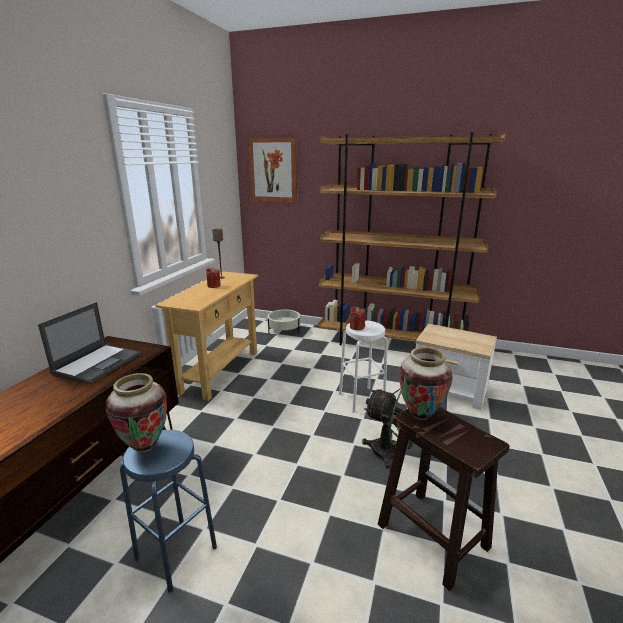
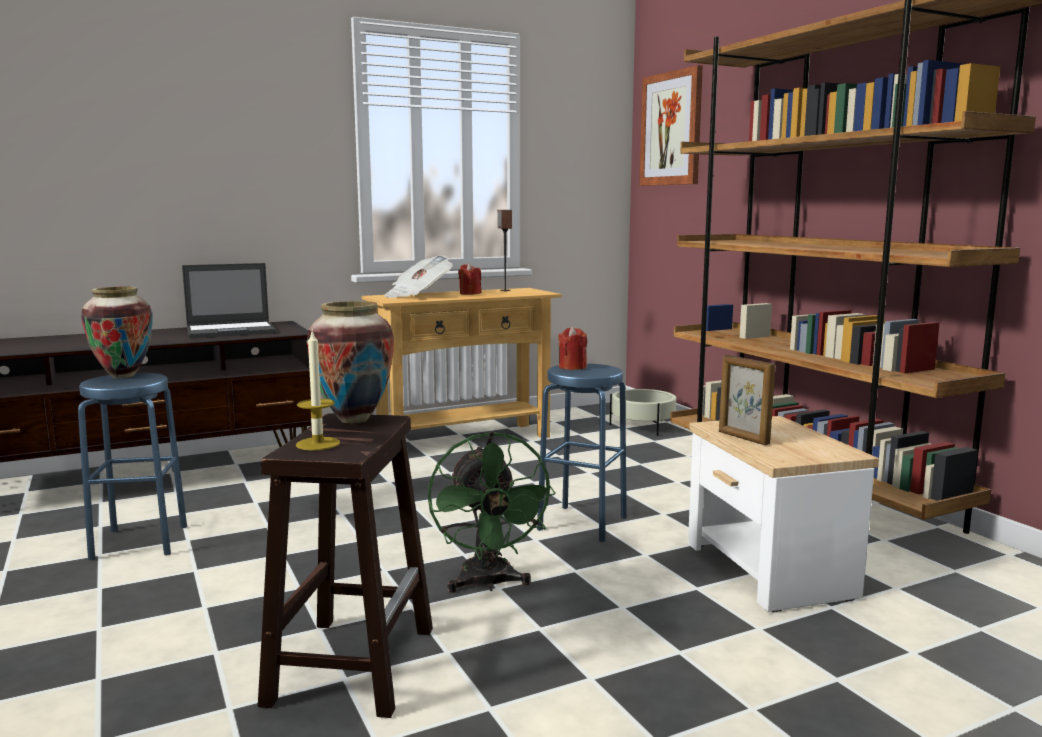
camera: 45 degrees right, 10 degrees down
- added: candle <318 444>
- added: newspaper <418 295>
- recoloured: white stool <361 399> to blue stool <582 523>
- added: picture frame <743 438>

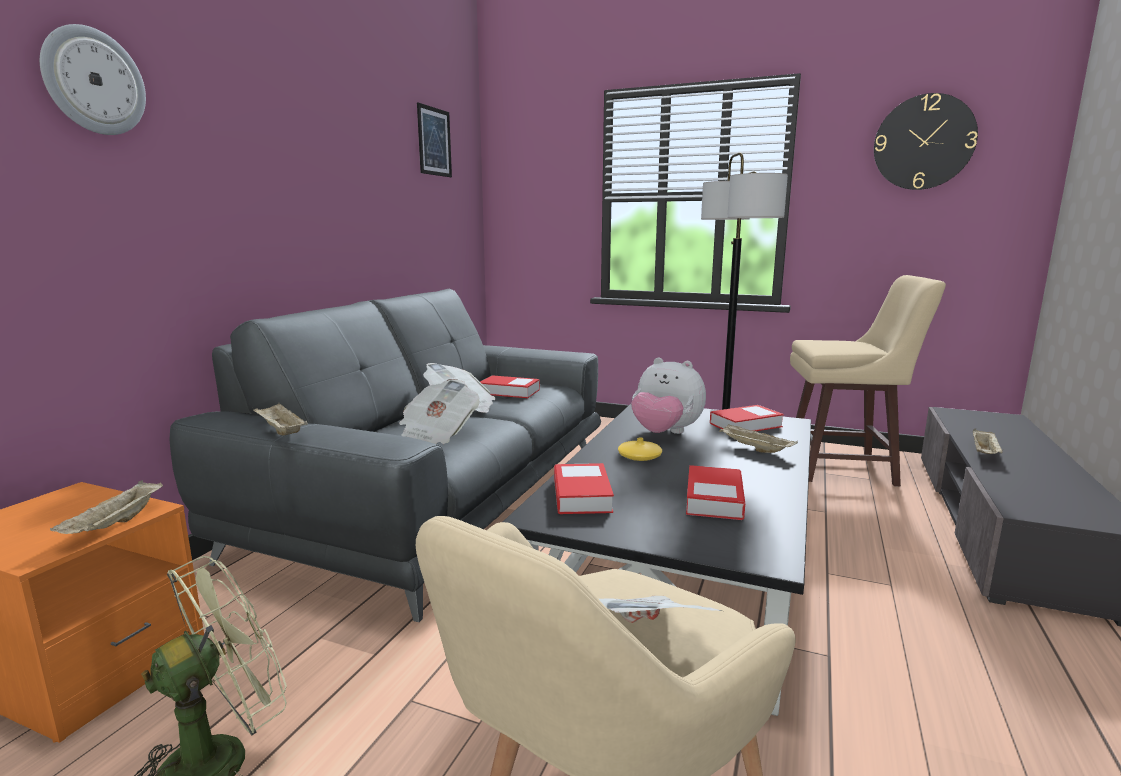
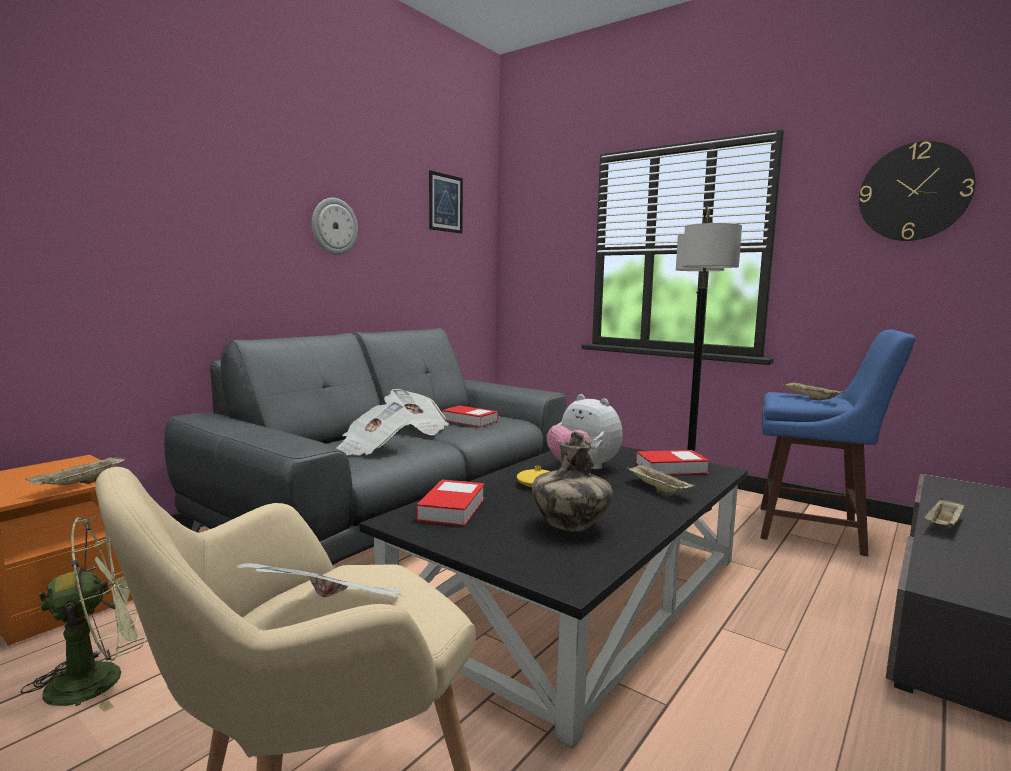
camera: 15 degrees right, 5 degrees down
- moved: wall clock <94 81> to <334 226>
- replaced: book <714 499> to vase <570 527>
- recoloured: beige stool <844 468> to blue stool <813 531>
- moved: beige tray <280 431> to <809 398>

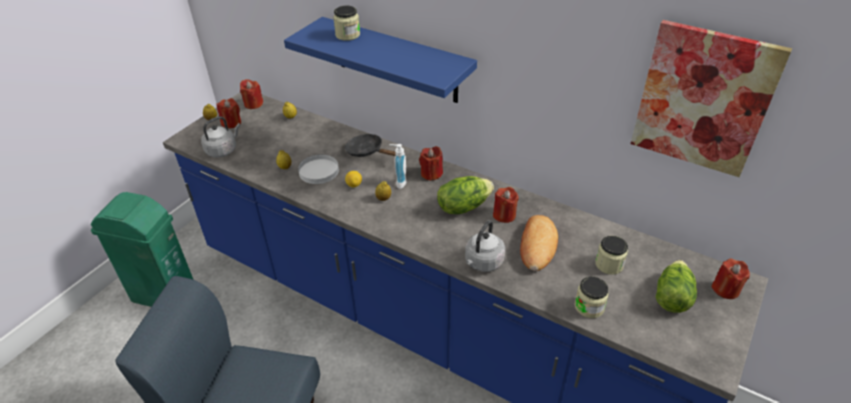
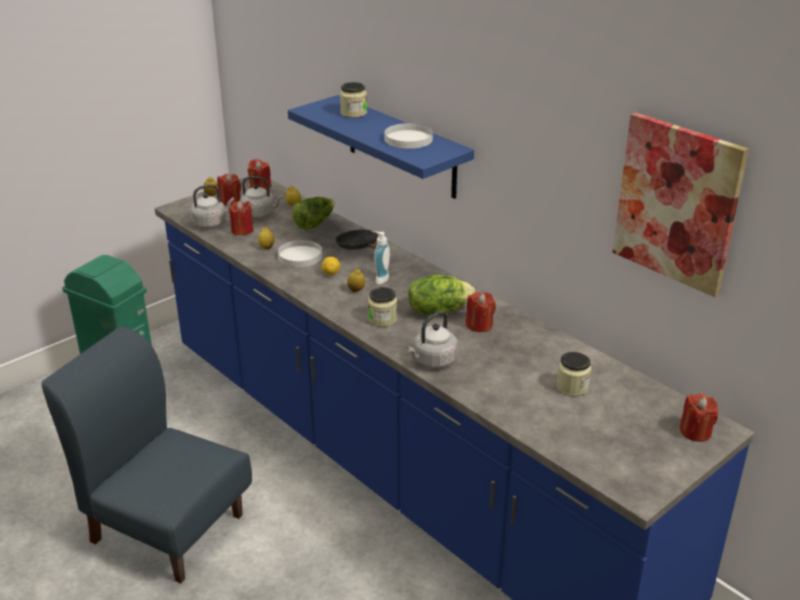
camera: 15 degrees right, 10 degrees down
- moved: red candle <431 174> to <242 230>
- added: grey kettle <260 214>
- moved: lettuce <672 296> to <314 223>
- moved: jar <589 307> to <382 319>
- added: white plate <408 139>
- removed: bread <537 246>

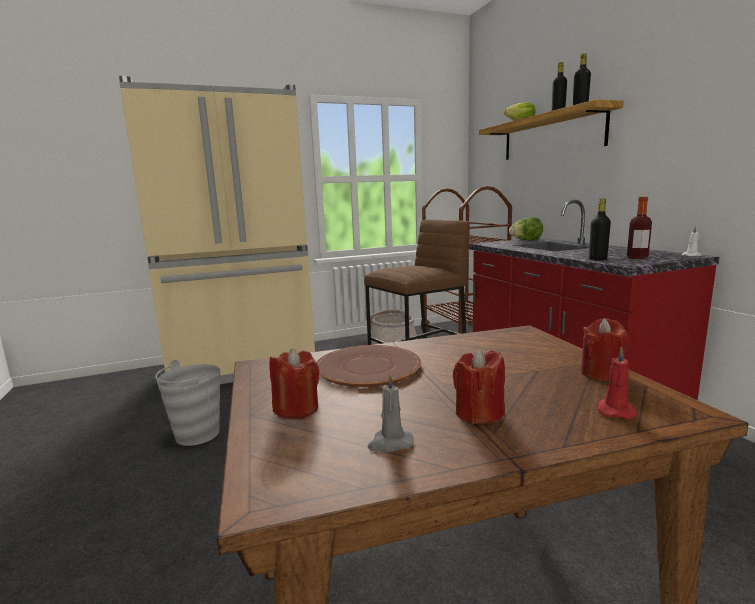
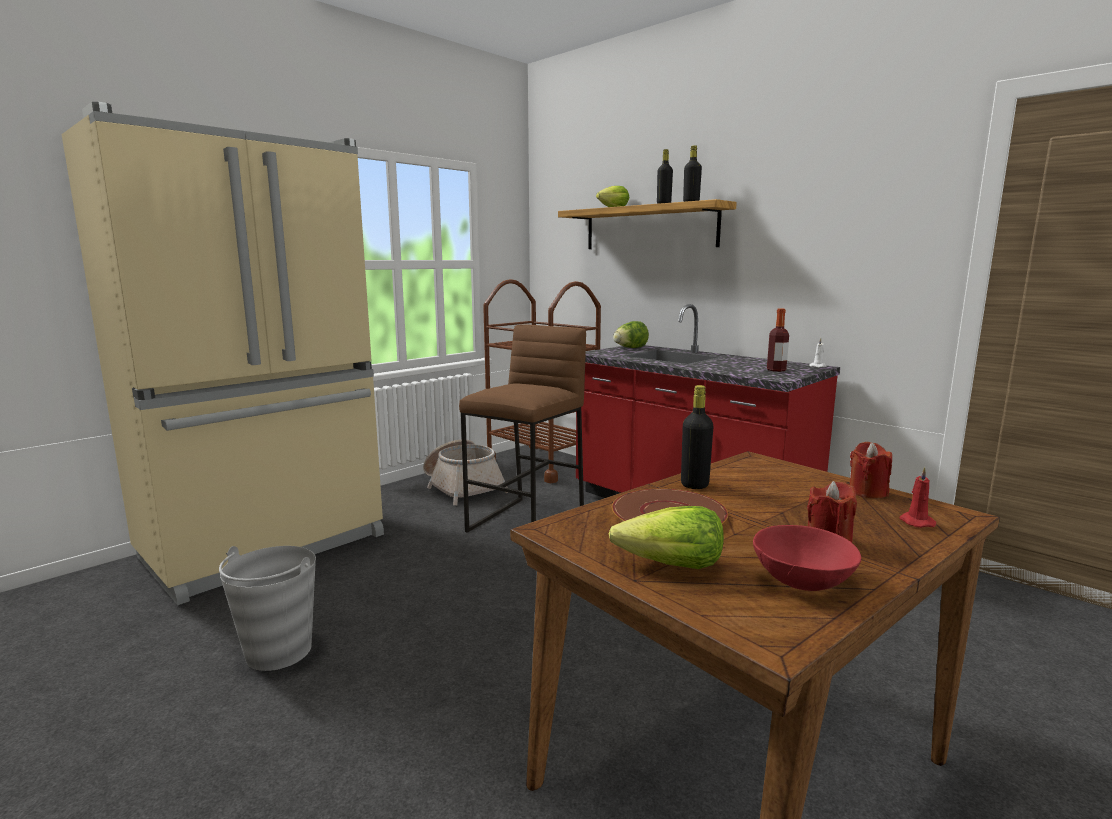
camera: 25 degrees left, 0 degrees up
- replaced: red candle <296 409> to lettuce <671 566>
- moved: black bottle <597 259> to <694 485>
- replaced: grey candle <390 443> to red bowl <800 579>

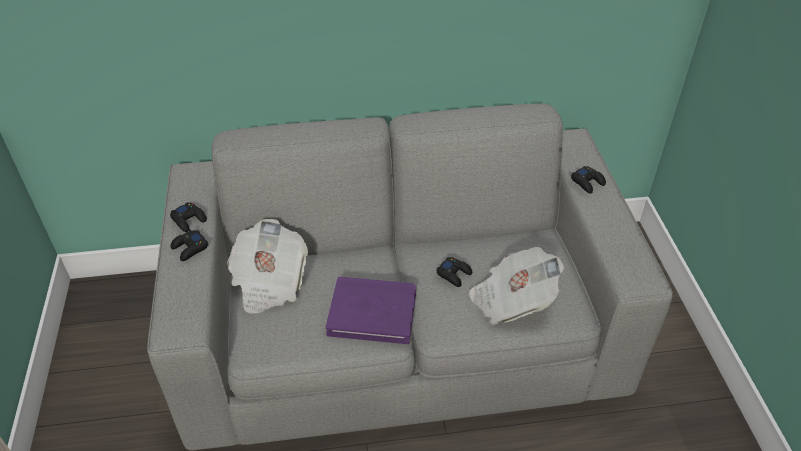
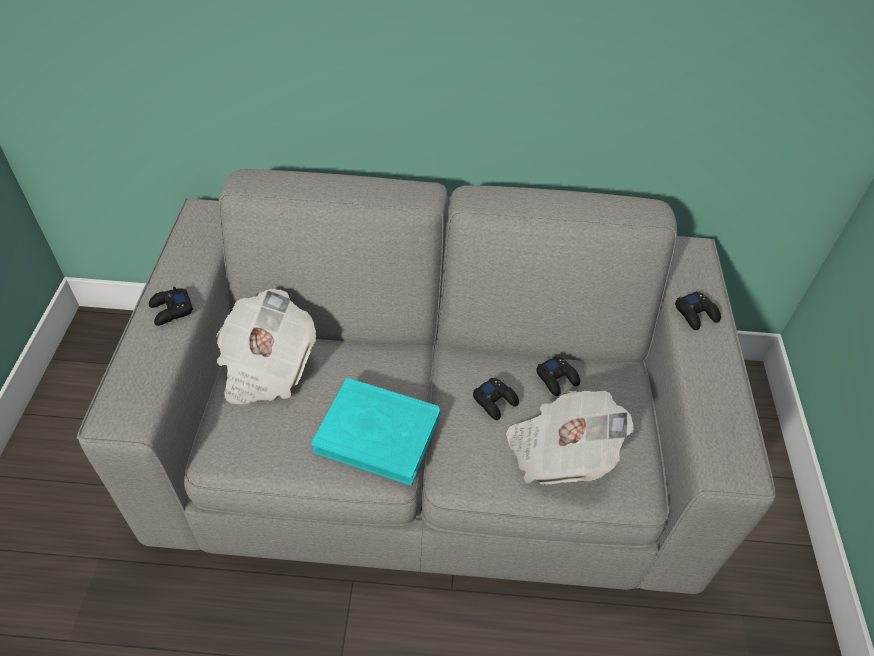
camera: 10 degrees right, 5 degrees up
- recoloured: purple book <372 312> to turquoise book <378 432>
- moved: black game controller <189 220> to <557 379>

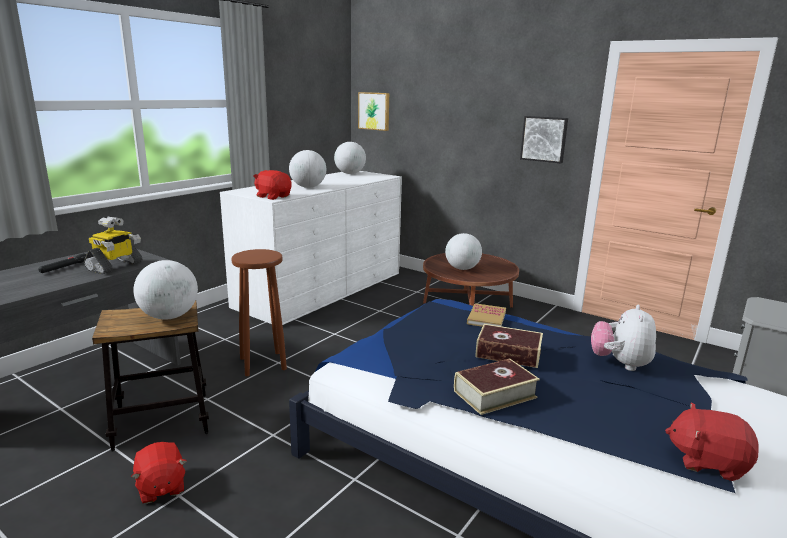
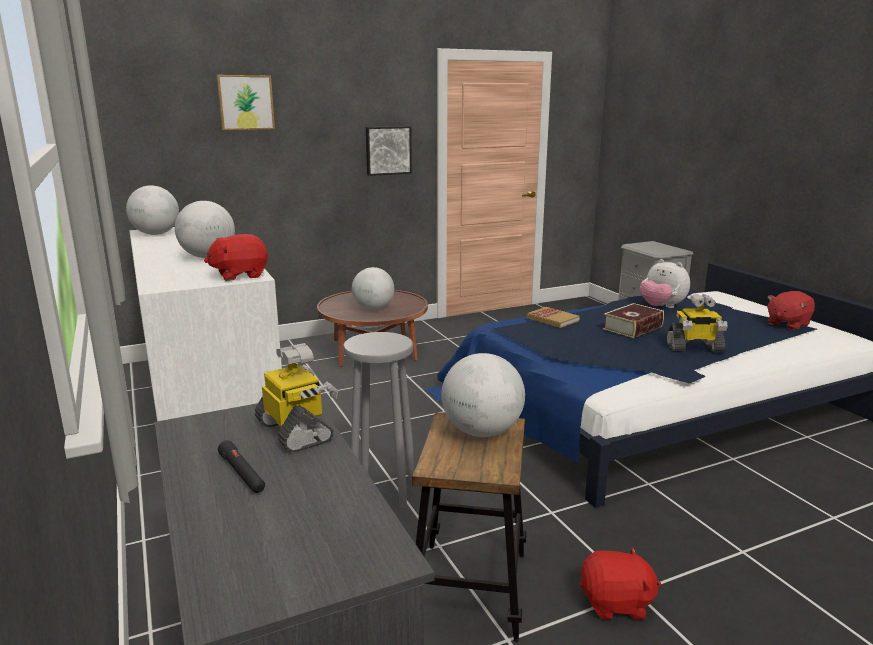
camera: 60 degrees left, 0 degrees up
- moved: picture <374 111> to <245 102>
- recoloured: brown stool <263 363> to grey stool <382 490>
- replaced: book <494 394> to toy robot <694 348>

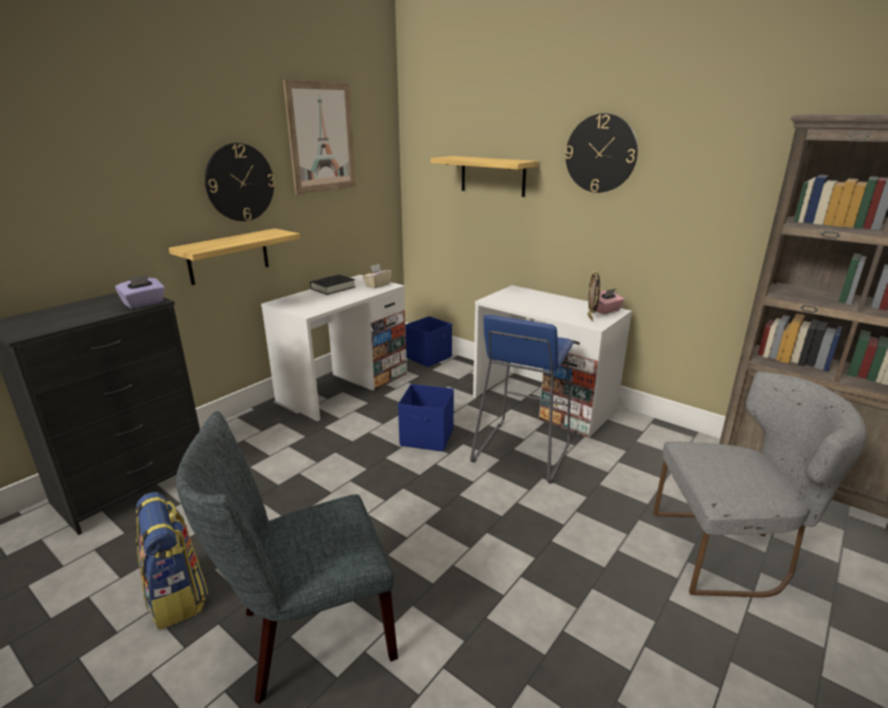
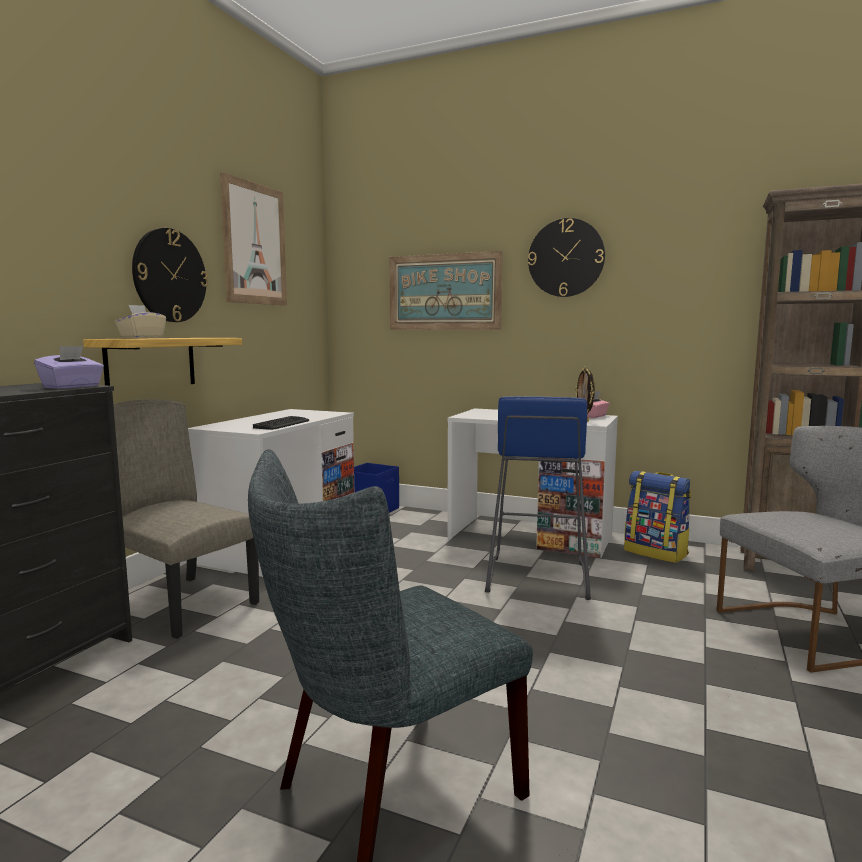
camera: 15 degrees left, 15 degrees down
- added: beige chair <186 605>
- moved: beige tissue box <377 285> to <141 338>
- added: keyboard <282 424>
- replaced: shelf <493 176> to picture <444 292>
- moved: backpack <177 596> to <656 553>
- removed: black book <333 288>
- removed: blue storage box <427 437>

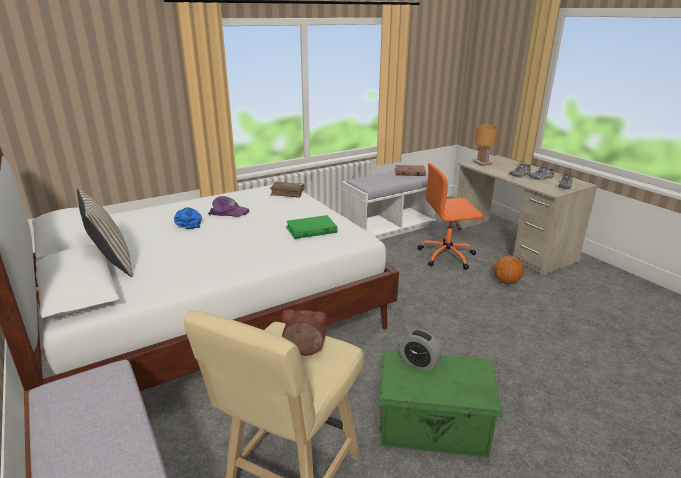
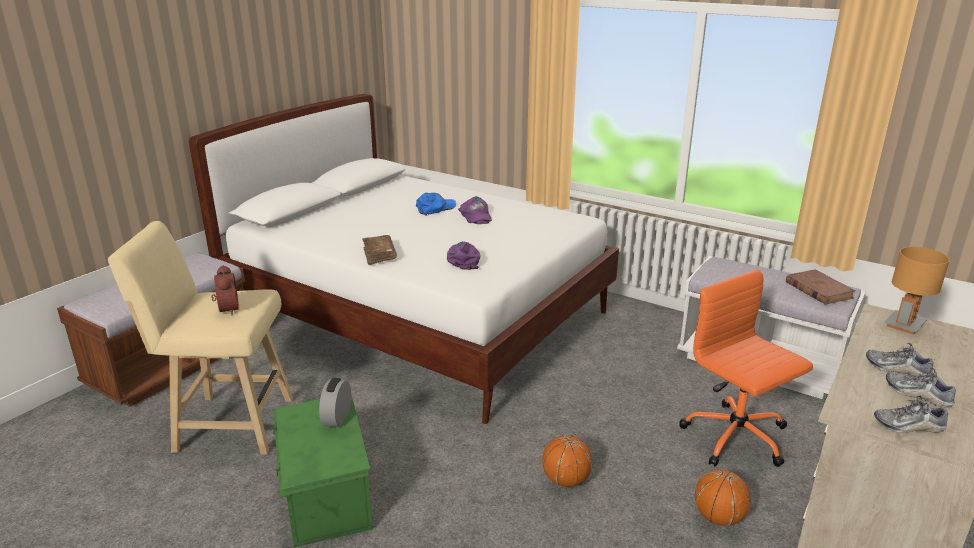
camera: 65 degrees right, 0 degrees up
- moved: brown book <287 193> to <379 255>
- replaced: green book <311 230> to purple cap <464 259>
- added: basketball <566 480>
- removed: beige pillow <112 263>

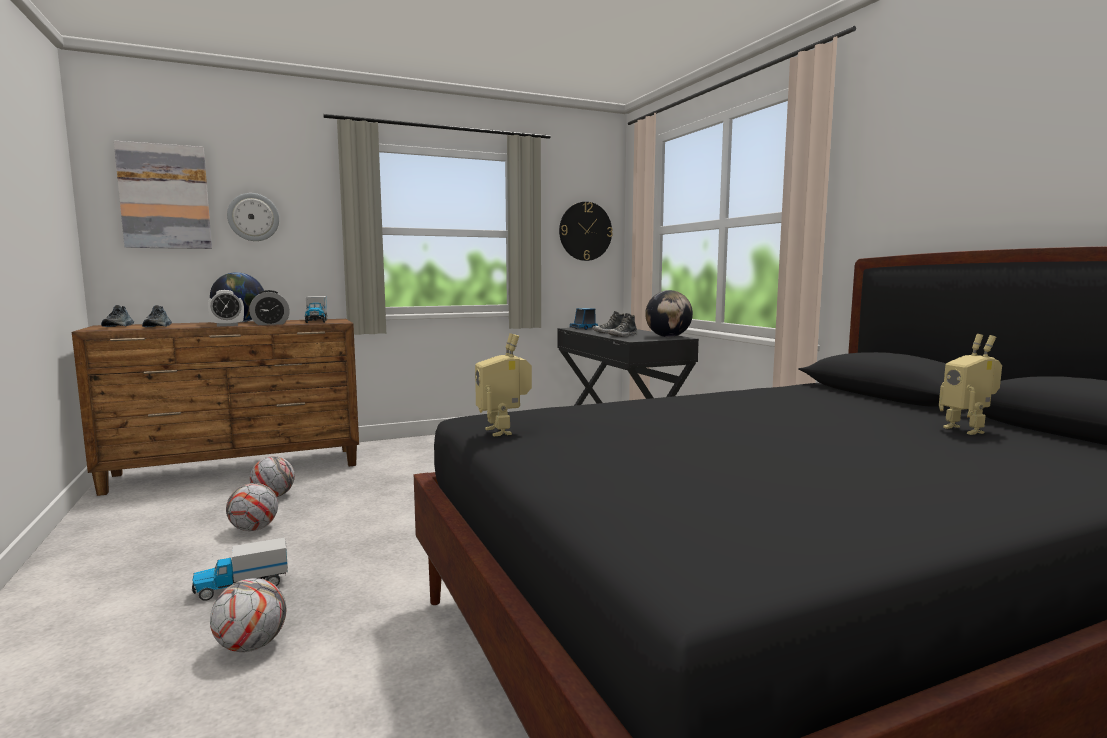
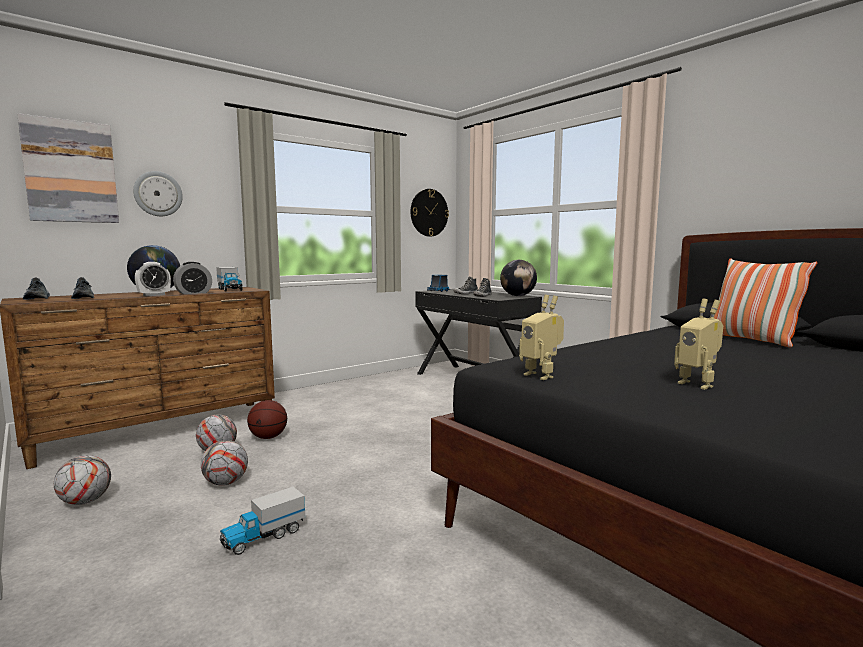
camera: 15 degrees left, 0 degrees up
- moved: football <251 646> to <85 501>
- added: basketball <268 437>
- moved: toy robot <967 429> to <698 384>
- added: pillow <751 340>

